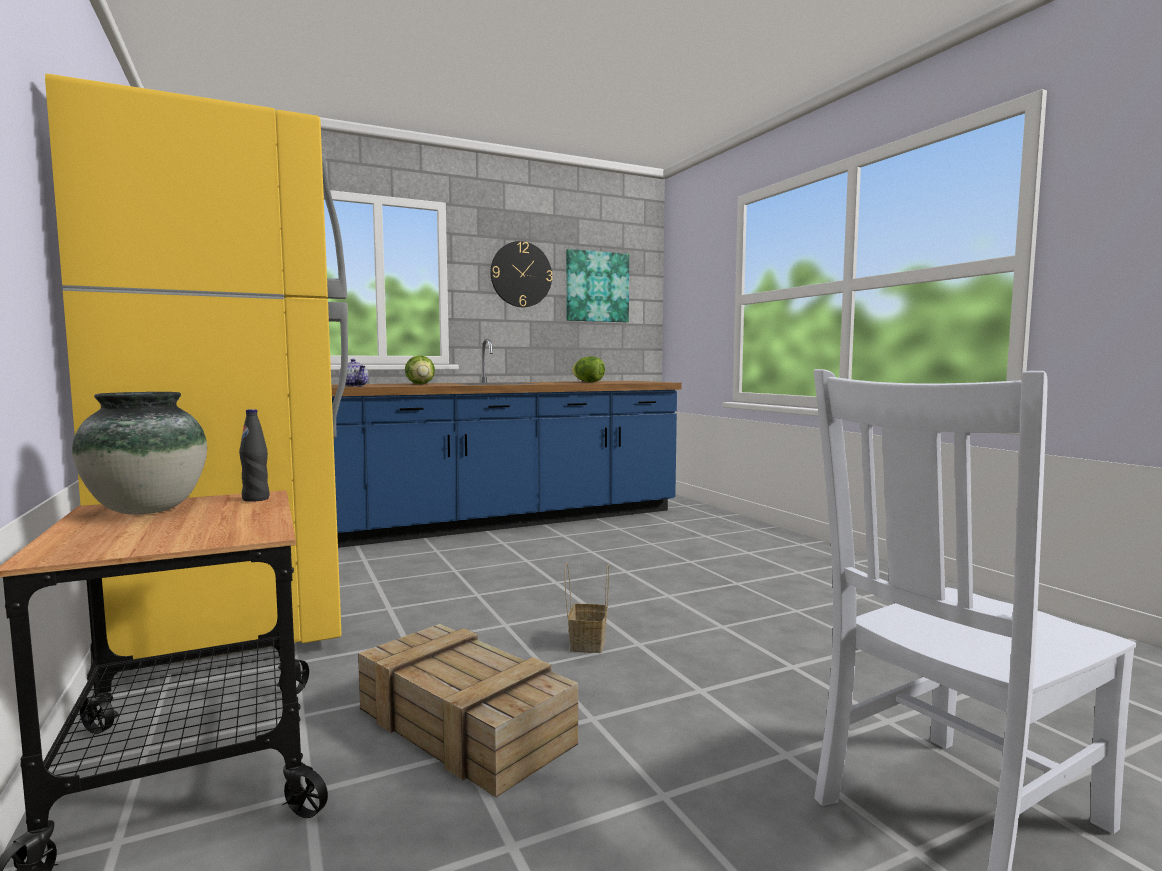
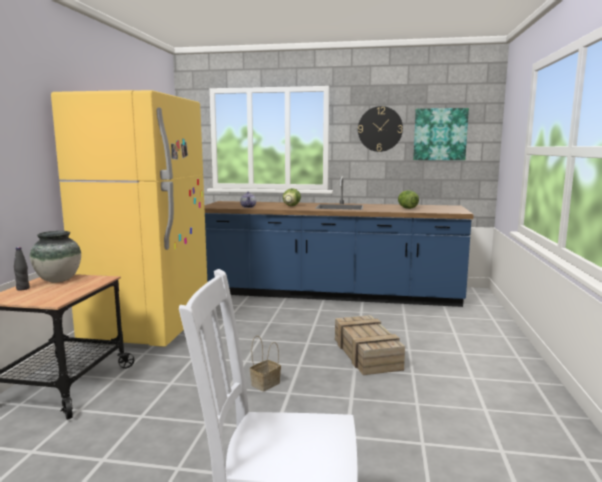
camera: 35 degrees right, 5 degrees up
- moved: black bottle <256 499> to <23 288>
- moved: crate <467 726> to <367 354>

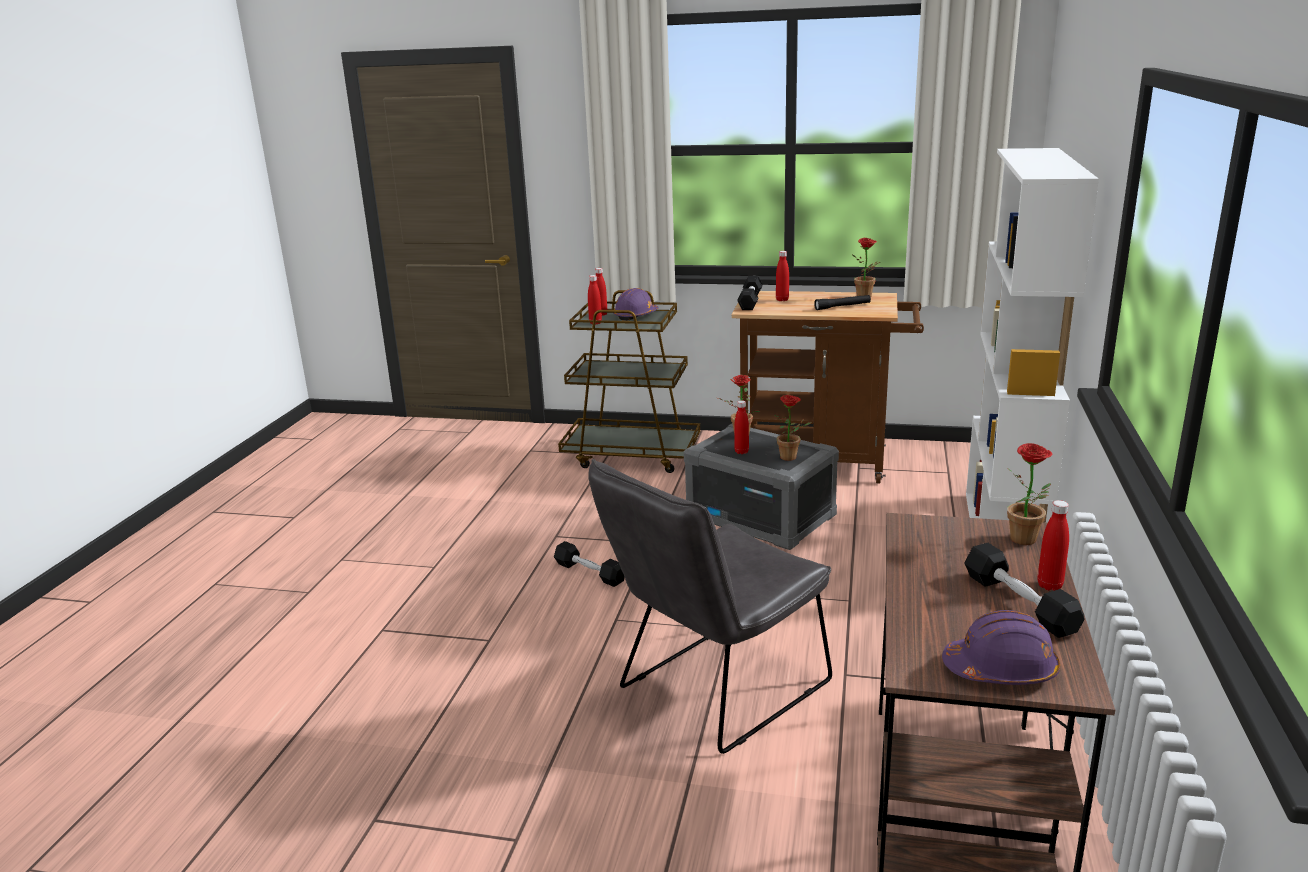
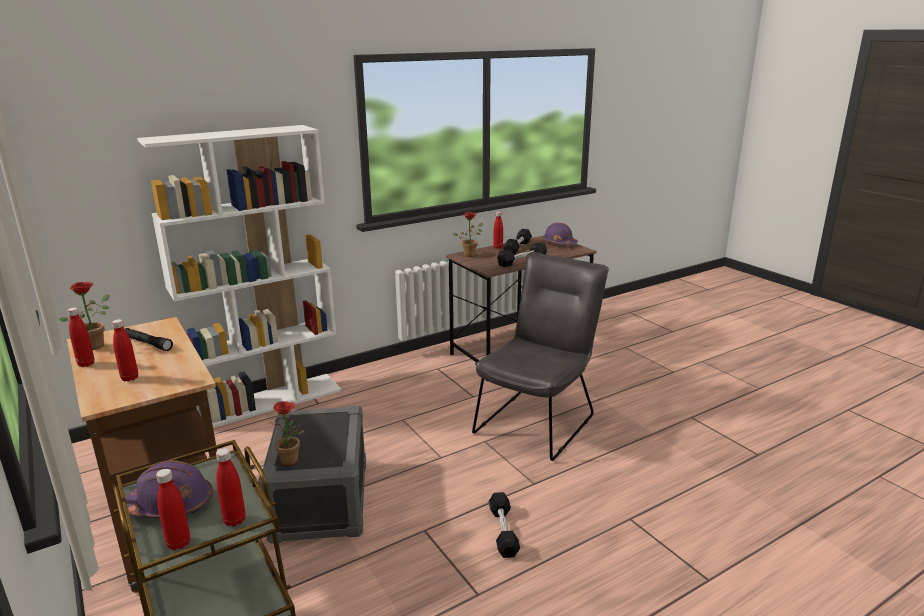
camera: 135 degrees left, 0 degrees up
- moved: red bottle <741 452> to <86 364>
- turned: grey chair <714 691> = <539 420> 60 degrees counterclockwise
- moved: black dumbbell <750 301> to <522 261>
- removed: potted plant <791 458>

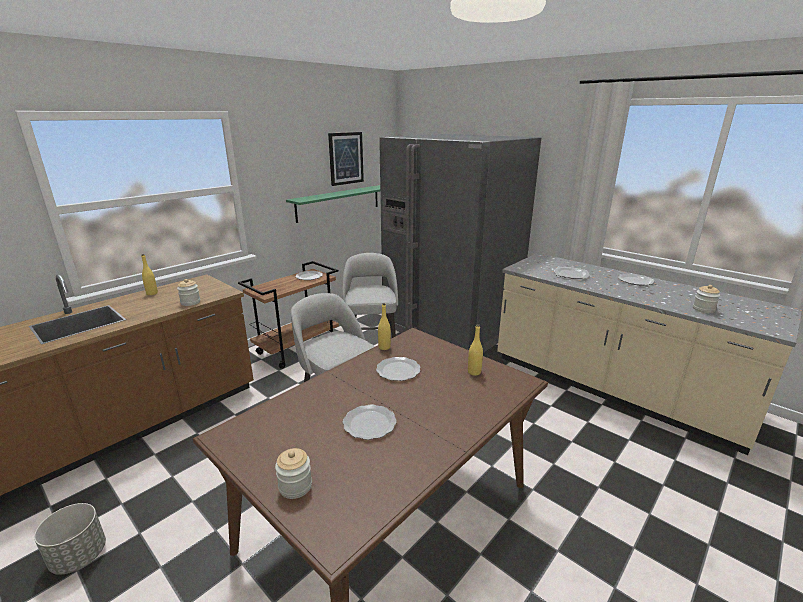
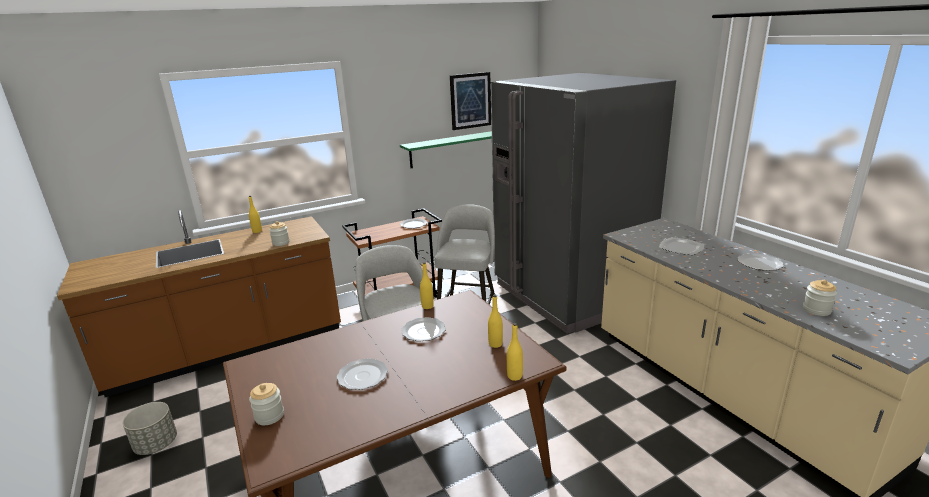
camera: 20 degrees right, 0 degrees up
- added: yellow bottle <514 376>

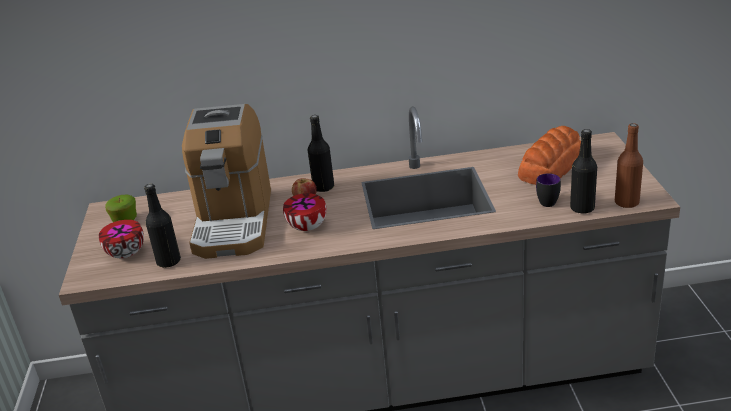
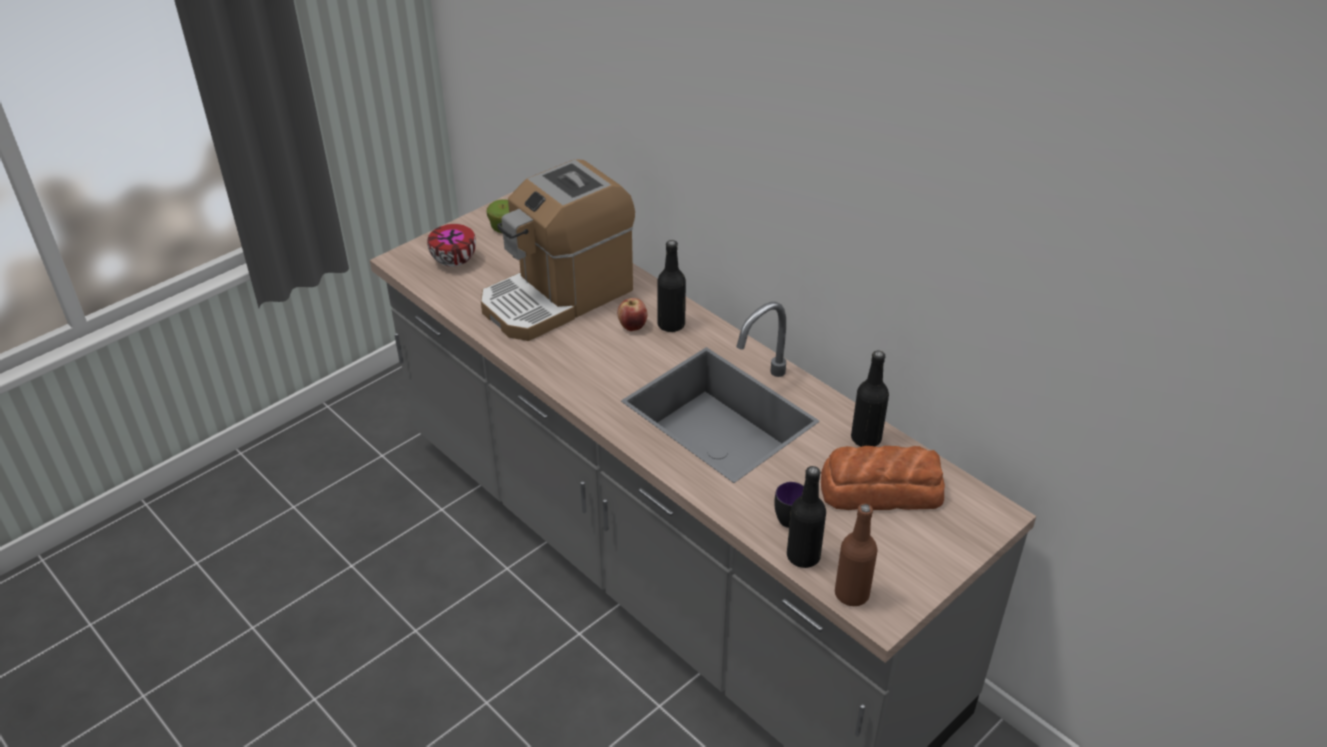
camera: 50 degrees right, 10 degrees up
- moved: black bottle <168 261> to <866 438>
- removed: bowl <307 227>

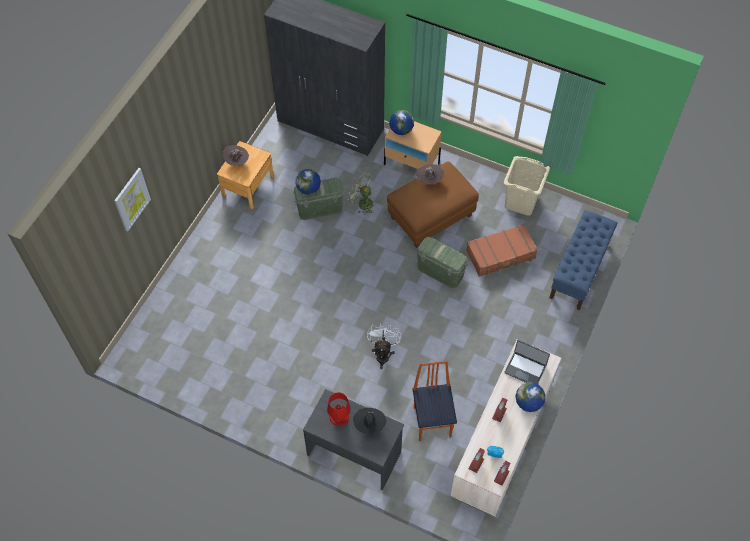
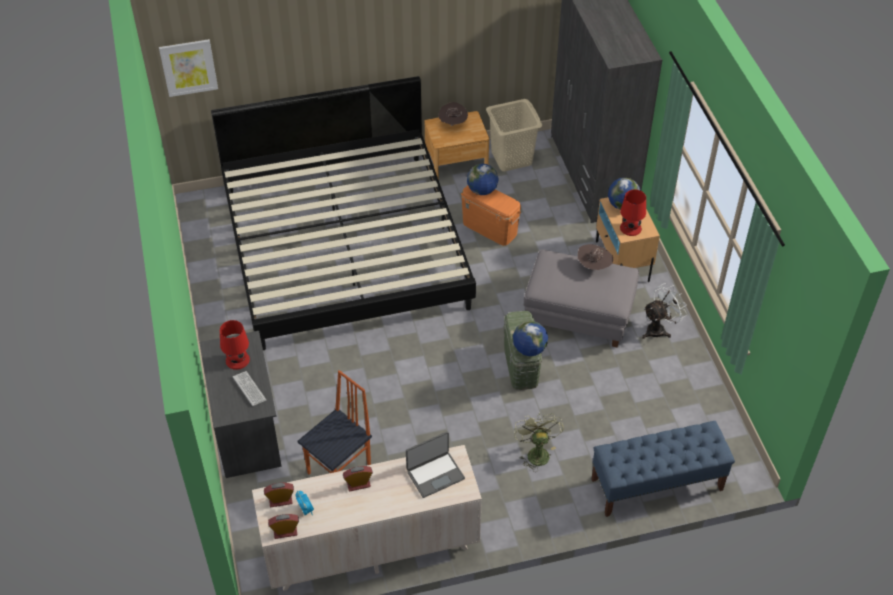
camera: 50 degrees right, 10 degrees down
- moved: picture <132 199> to <188 67>
- added: bed <345 246>
- replaced: black hat <369 425> to keyboard <249 389>
- turned: laptop <525 369> = <435 474> 105 degrees counterclockwise
- recoloured: green storage box <320 208> to orange storage box <490 228>
- moved: beige laundry basket <521 202> to <512 158>
- moved: globe <528 403> to <529 349>
- moved: green fan <362 203> to <536 452>
- recoloured: brown ottoman <431 216> to grey ottoman <579 315>
- added: red table lamp <630 228>
- moved: white fan <383 353> to <659 329>
- removed: brown suitcase <501 254>

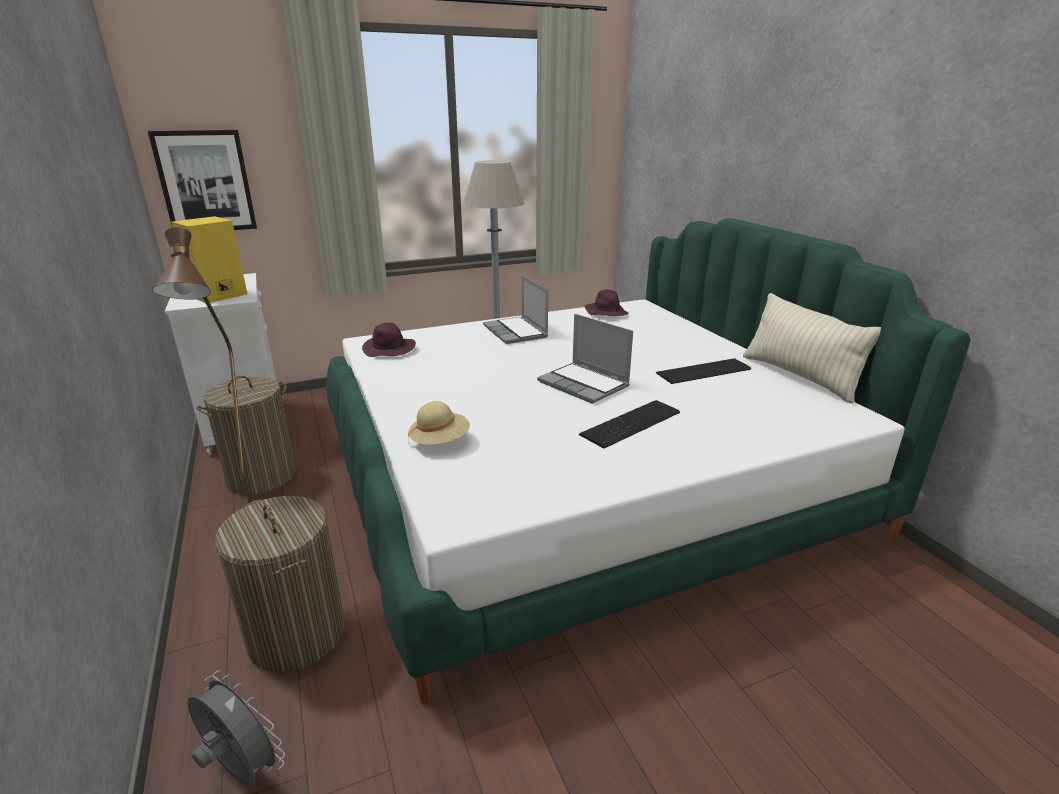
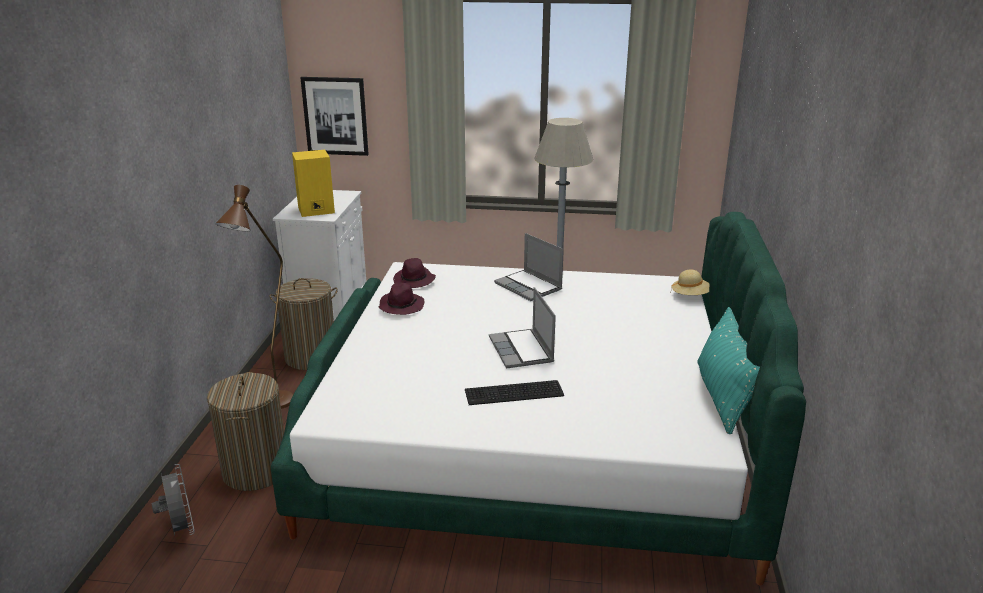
camera: 30 degrees right, 0 degrees up
- moved: purple hat <606 313> to <401 306>
- turned: laptop <516 332> = <529 287> 45 degrees counterclockwise
- moved: beige hat <440 441> to <690 296>
- recoloured: beige pillow <799 376> to turquoise pillow <722 396>
- removed: keyboard <705 371>

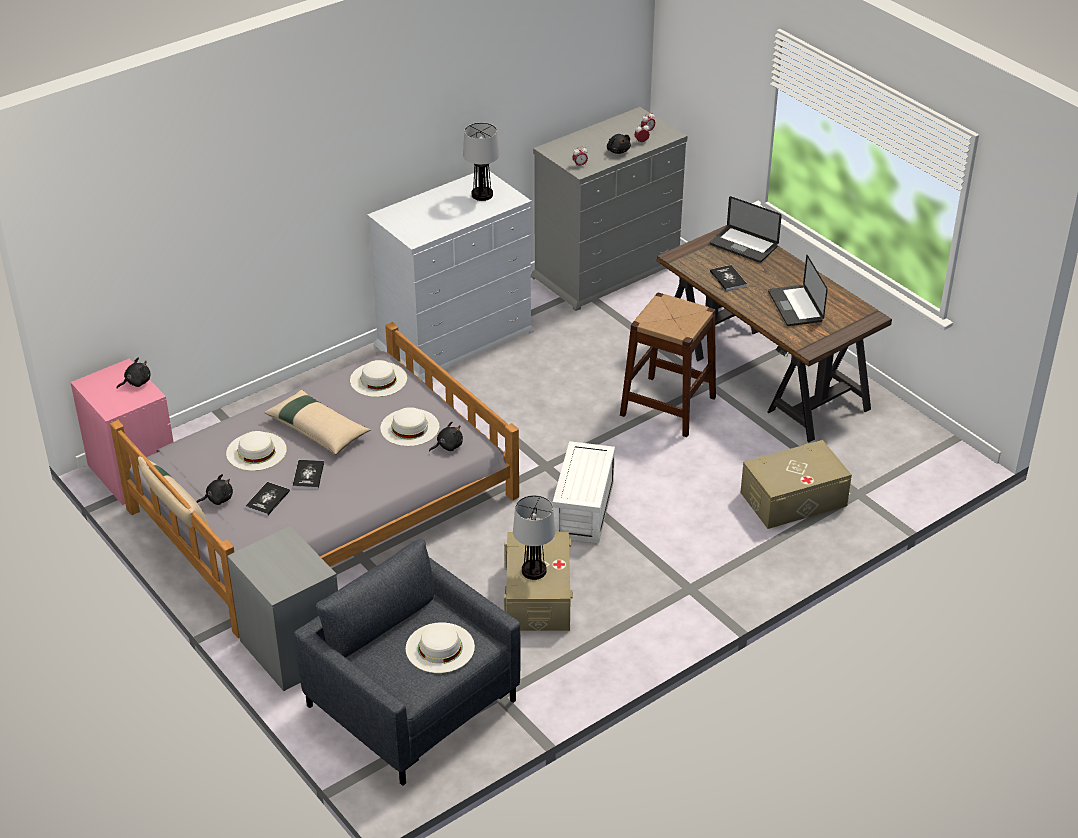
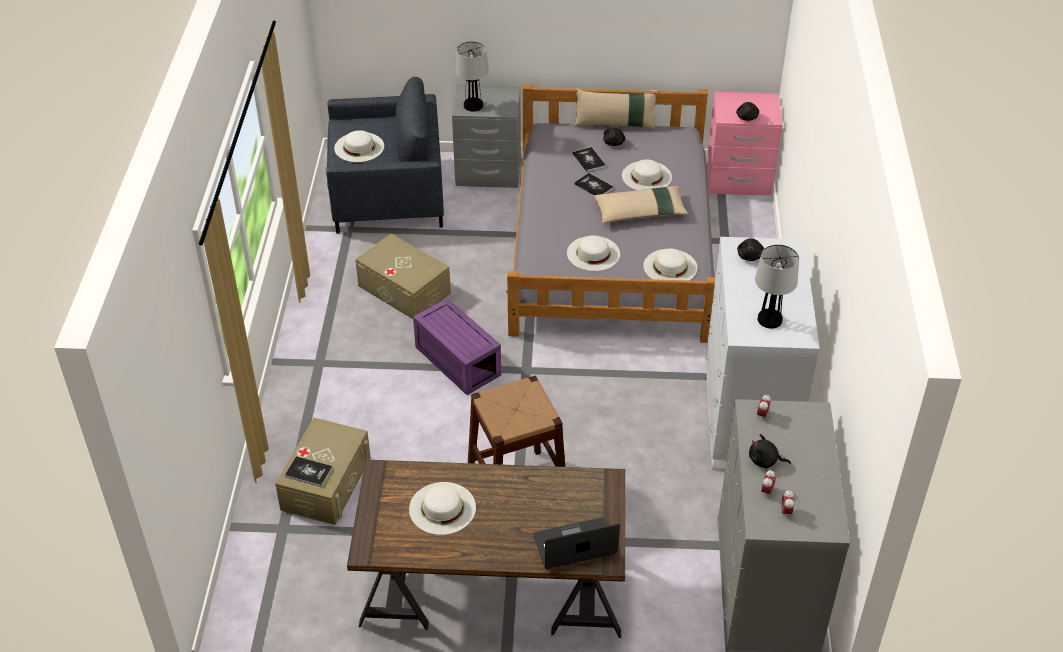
camera: 130 degrees right, 5 degrees up
- moved: book <728 279> to <308 472>
- replaced: laptop <795 307> to white hat <442 508>
- recoloured: white storage box <584 510> to purple storage box <456 361>
- moved: table lamp <534 571> to <473 105>
- moved: black plush toy <448 446> to <750 256>

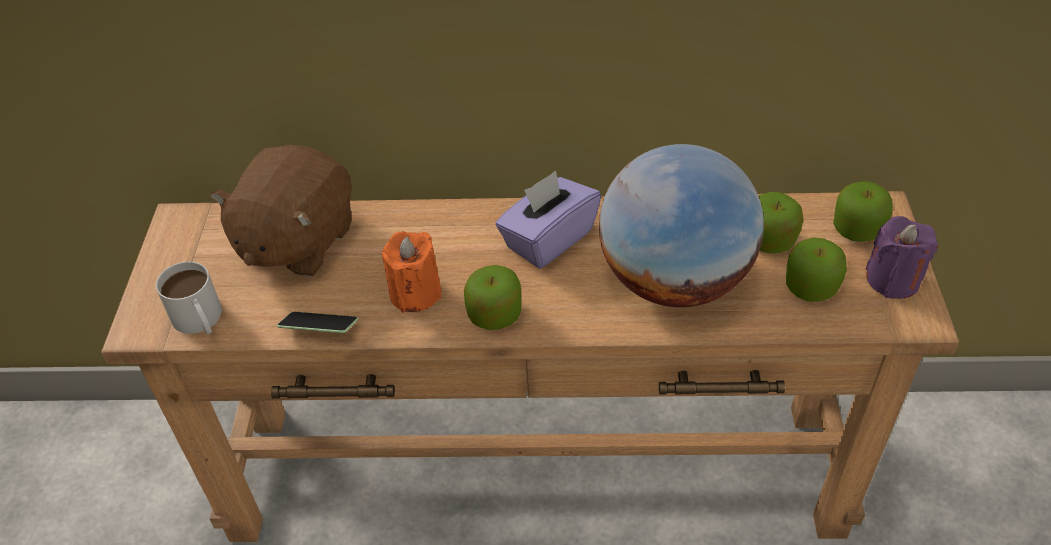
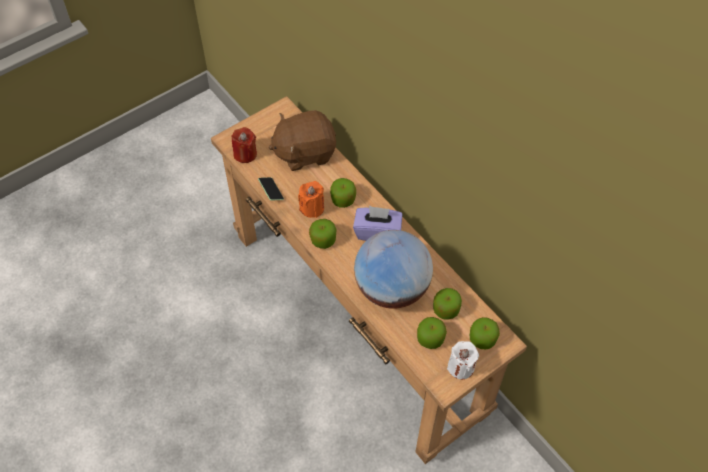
camera: 50 degrees right, 10 degrees up
- replaced: white mug <200 321> to red candle <245 154>
- added: apple <343 199>
- recoloured: purple candle <893 280> to white candle <461 367>

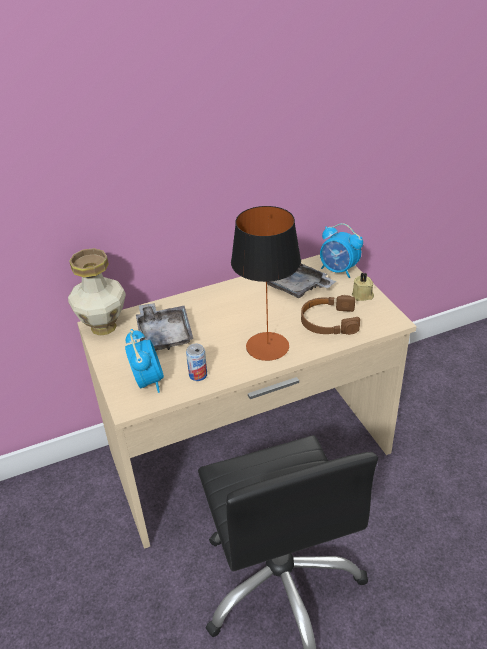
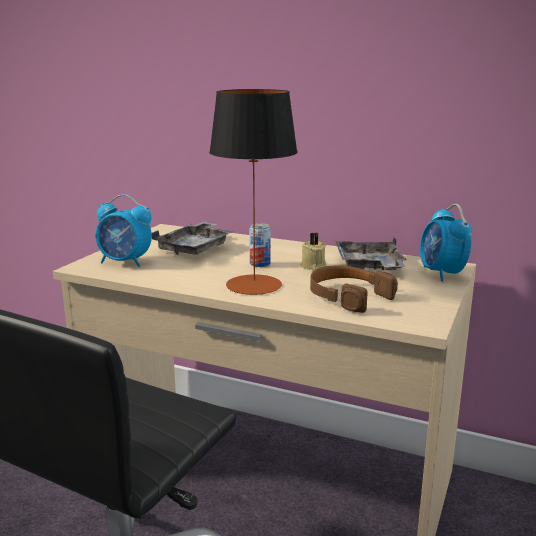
camera: 45 degrees right, 20 degrees down
- turned: alarm clock <148 381> = <125 262> 75 degrees clockwise
- moved: can <198 375> to <260 264>
- moved: beige candle <363 296> to <313 267>
- removed: vase <104 327>

